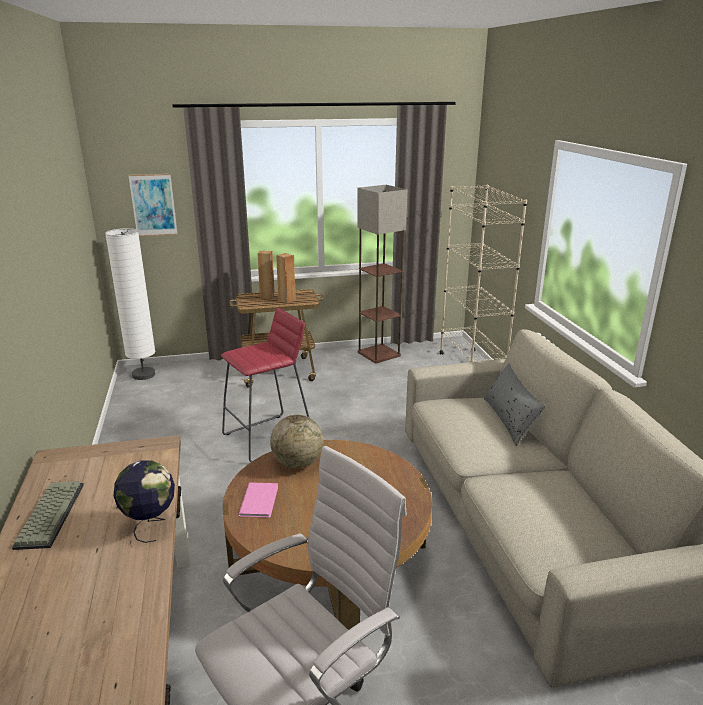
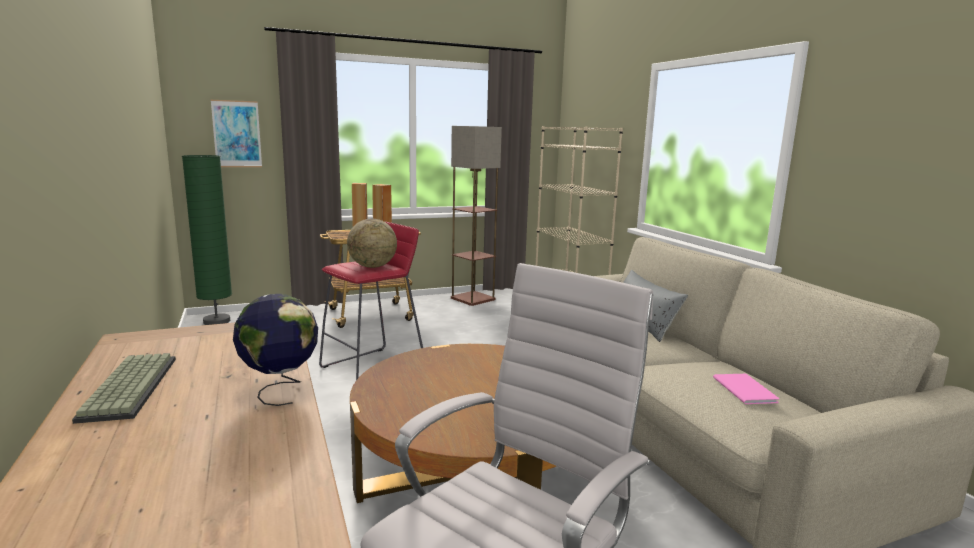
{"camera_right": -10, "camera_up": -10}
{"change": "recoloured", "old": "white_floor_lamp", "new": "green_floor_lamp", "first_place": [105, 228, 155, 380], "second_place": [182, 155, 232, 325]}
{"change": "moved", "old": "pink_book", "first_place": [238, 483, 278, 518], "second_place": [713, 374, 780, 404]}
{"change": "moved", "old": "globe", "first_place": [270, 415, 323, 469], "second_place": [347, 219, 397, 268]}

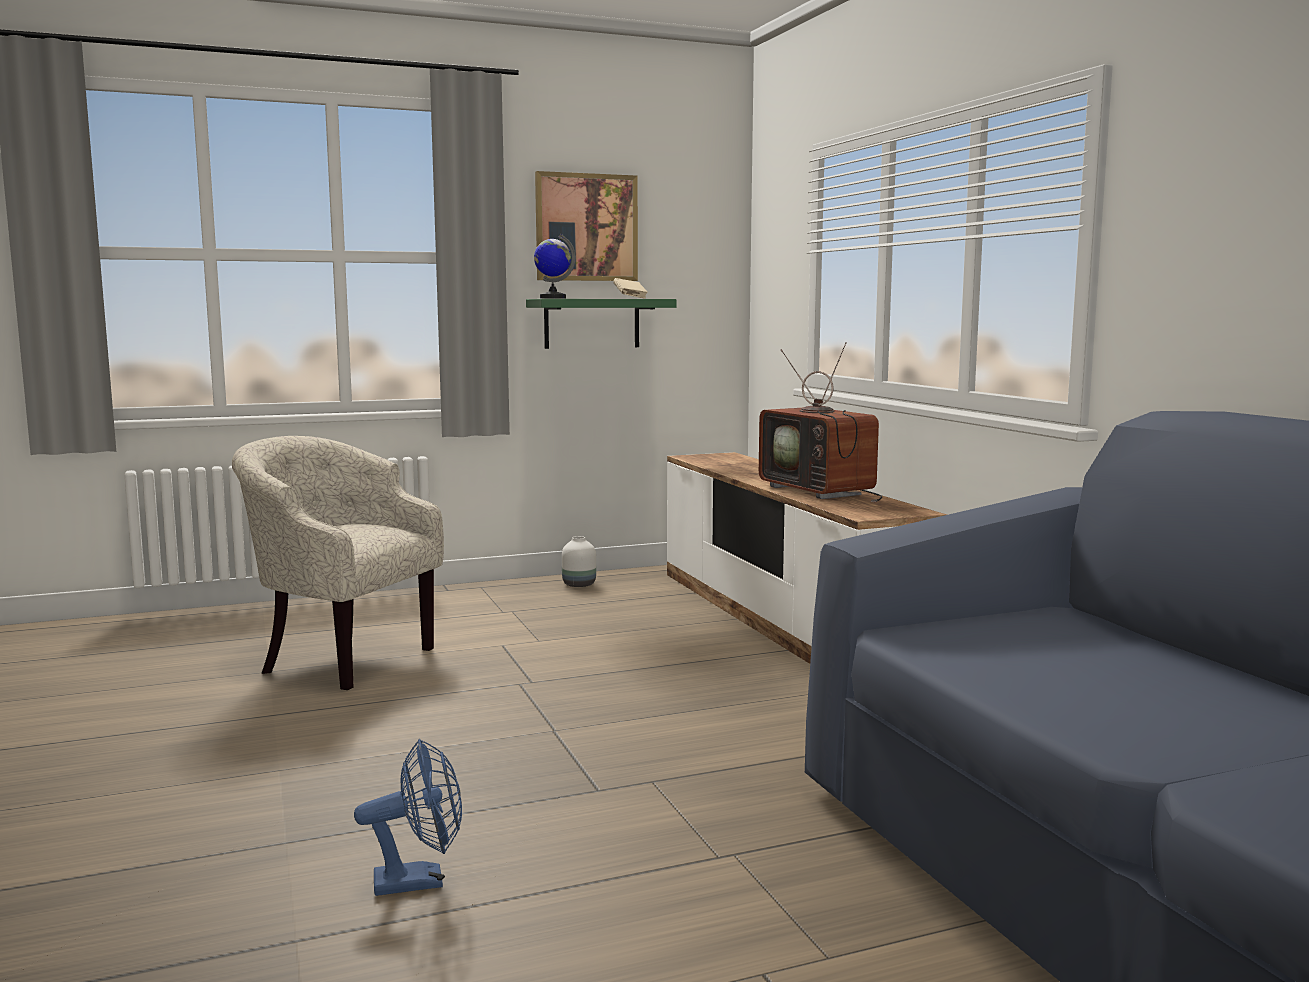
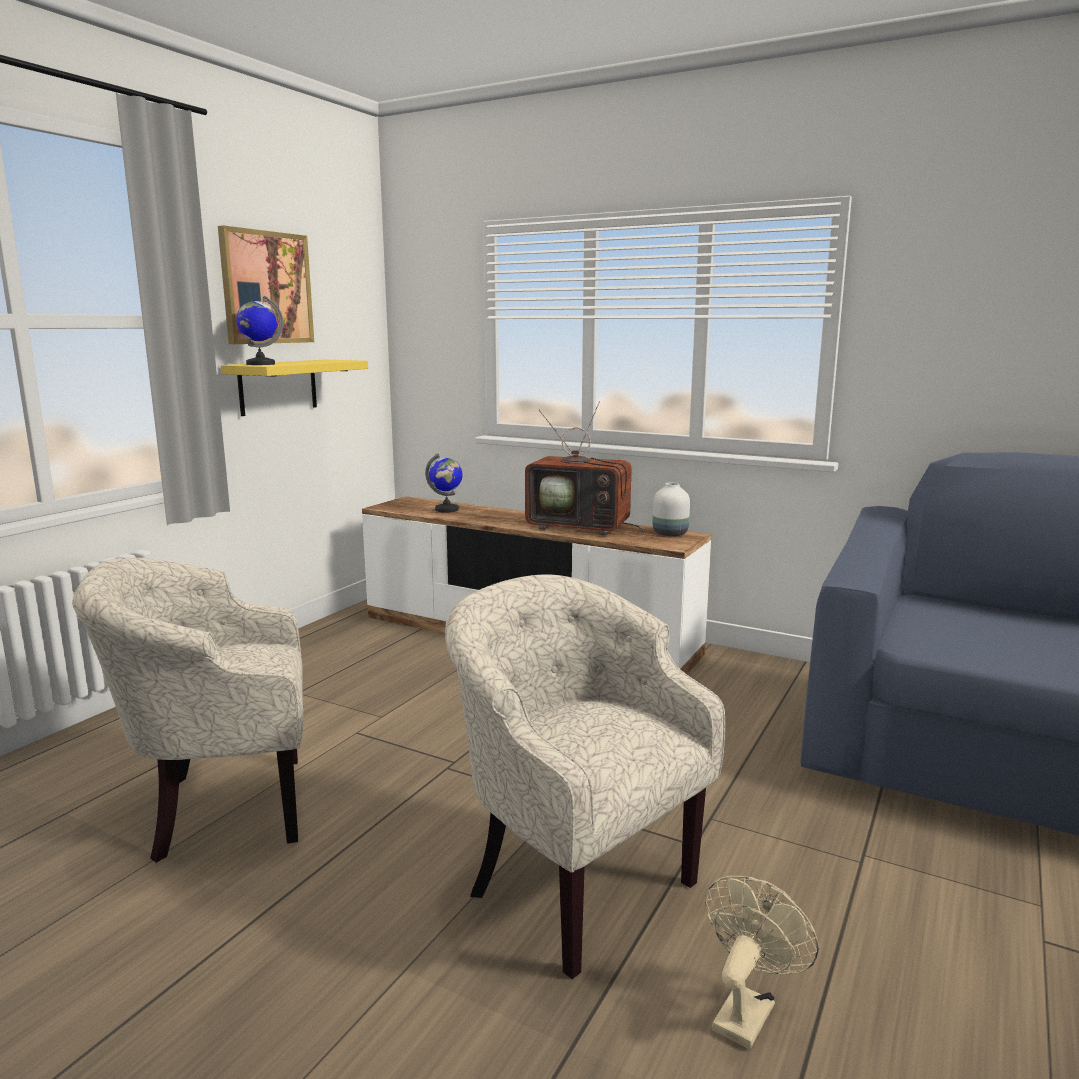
{"camera_right": -40, "camera_up": 5}
{"change": "recoloured", "old": "blue_fan", "new": "beige_fan", "first_place": [354, 739, 462, 896], "second_place": [705, 875, 819, 1049]}
{"change": "recoloured", "old": "green_shelf", "new": "yellow_shelf", "first_place": [526, 299, 677, 349], "second_place": [221, 360, 368, 416]}
{"change": "moved", "old": "white_vase", "first_place": [562, 536, 596, 587], "second_place": [653, 482, 690, 536]}
{"change": "removed", "old": "beige_book", "first_place": [613, 278, 648, 299]}
{"change": "added", "new": "globe", "second_place": [425, 454, 463, 513]}
{"change": "added", "new": "beige_armchair", "second_place": [445, 575, 725, 979]}

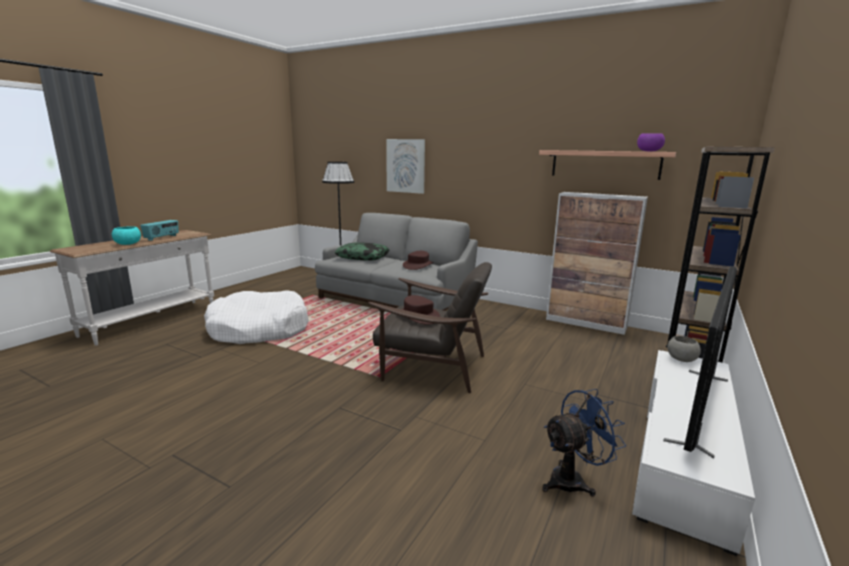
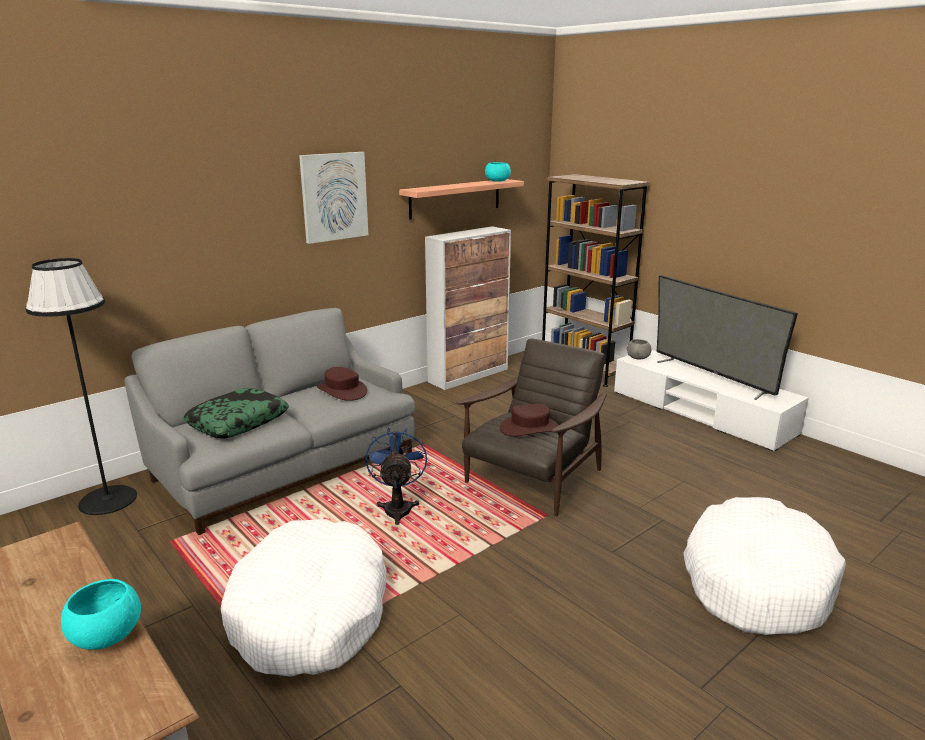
{"camera_right": -70, "camera_up": 5}
{"change": "removed", "old": "radio", "first_place": [140, 220, 179, 241]}
{"change": "moved", "old": "picture", "first_place": [386, 139, 425, 194], "second_place": [299, 152, 368, 244]}
{"change": "moved", "old": "blue_fan", "first_place": [542, 389, 626, 497], "second_place": [365, 428, 427, 525]}
{"change": "recoloured", "old": "purple_bowl", "new": "turquoise_bowl", "first_place": [637, 133, 665, 152], "second_place": [485, 162, 511, 182]}
{"change": "added", "new": "white_dog_bed", "second_place": [683, 497, 846, 635]}

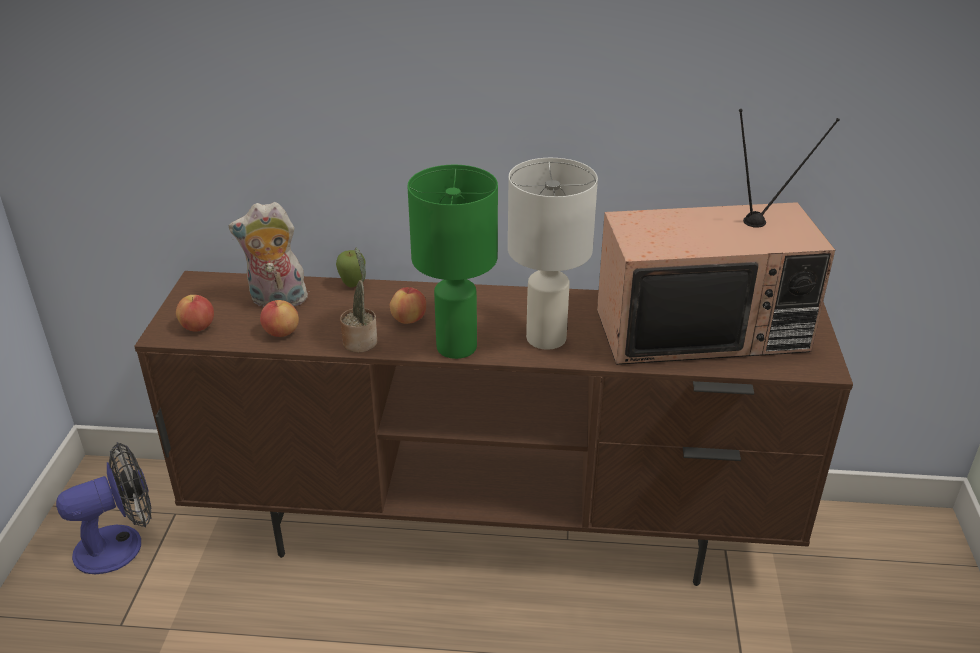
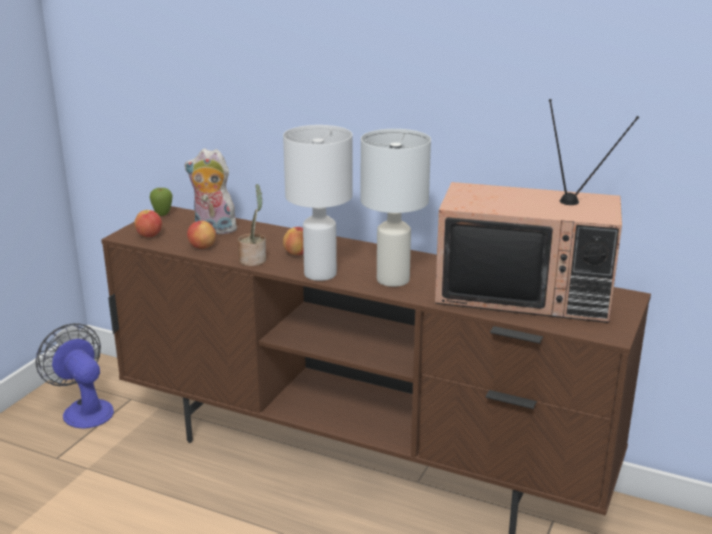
{"camera_right": 20, "camera_up": -10}
{"change": "turned", "old": "fan", "first_place": [56, 442, 151, 574], "second_place": [35, 323, 114, 429], "degrees": -120}
{"change": "moved", "old": "apple", "first_place": [336, 250, 366, 287], "second_place": [150, 188, 173, 216]}
{"change": "recoloured", "old": "green_table_lamp", "new": "white_table_lamp", "first_place": [408, 165, 498, 359], "second_place": [283, 125, 353, 281]}

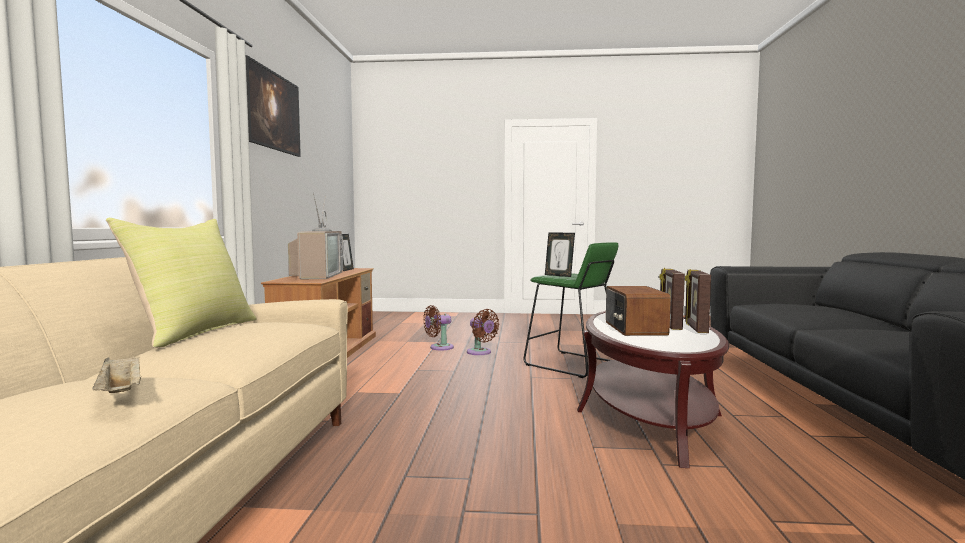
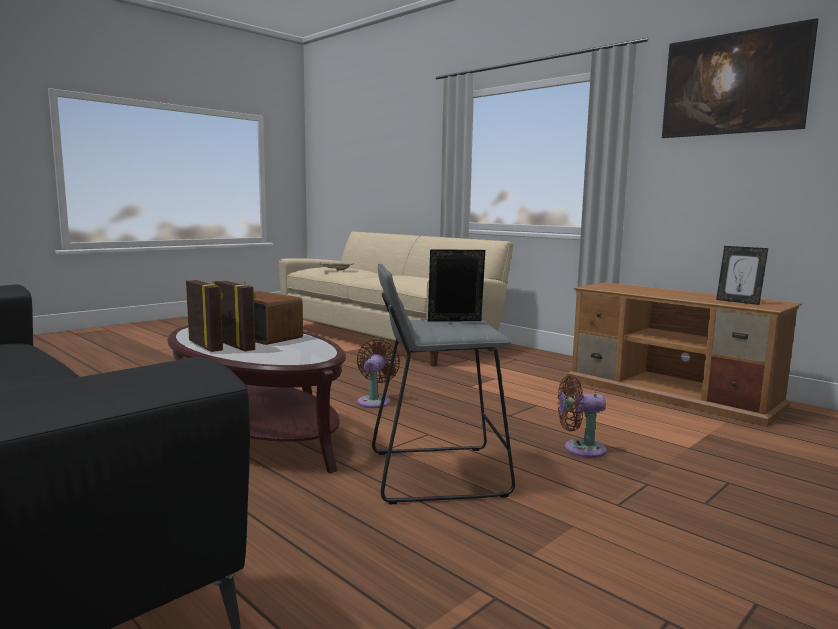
{"camera_right": 130, "camera_up": 5}
{"change": "removed", "old": "yellow_pillow", "first_place": [106, 218, 256, 348]}
{"change": "removed", "old": "television", "first_place": [288, 192, 344, 279]}
{"change": "moved", "old": "brown_fan", "first_place": [423, 305, 454, 350], "second_place": [357, 339, 400, 408]}
{"change": "recoloured", "old": "green_stool", "new": "grey_stool", "first_place": [523, 242, 619, 378], "second_place": [372, 264, 515, 505]}

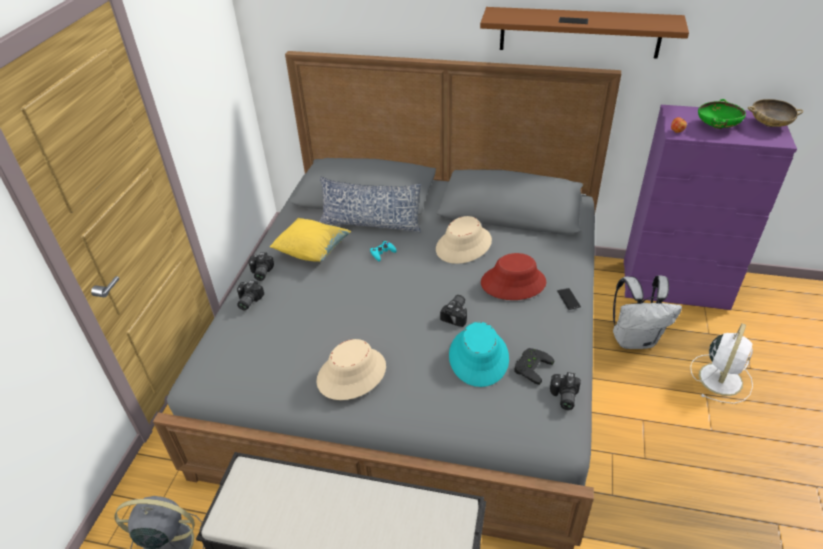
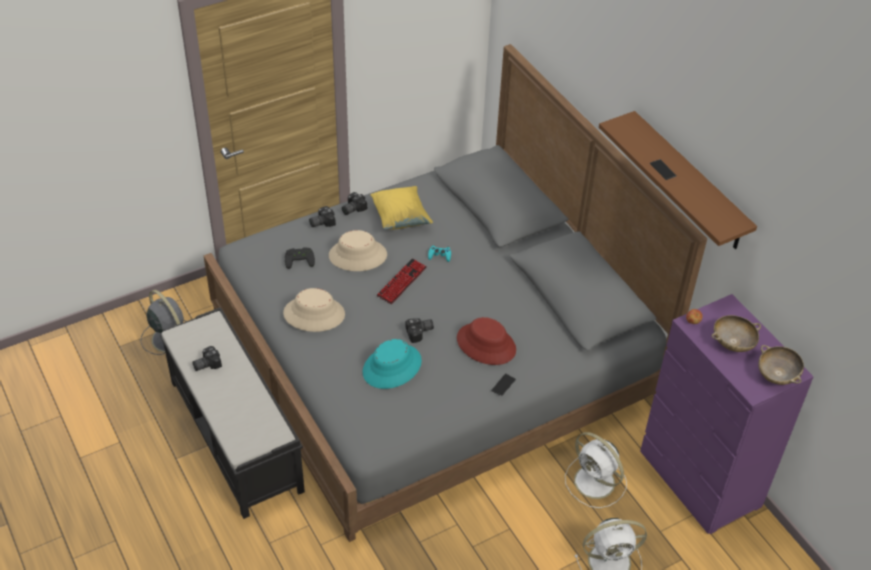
{"camera_right": 45, "camera_up": 5}
{"change": "removed", "old": "pillow", "first_place": [319, 177, 422, 232]}
{"change": "moved", "old": "beige_hat", "first_place": [436, 216, 492, 264], "second_place": [329, 230, 387, 271]}
{"change": "moved", "old": "black_game_controller", "first_place": [514, 348, 554, 385], "second_place": [285, 247, 315, 269]}
{"change": "moved", "old": "photo_camera", "first_place": [550, 372, 581, 410], "second_place": [192, 346, 222, 371]}
{"change": "replaced", "old": "white_backpack", "new": "white_fan", "first_place": [613, 275, 682, 349], "second_place": [565, 432, 627, 508]}
{"change": "recoloured", "old": "green_bowl", "new": "beige_bowl", "first_place": [698, 99, 746, 129], "second_place": [712, 315, 761, 352]}
{"change": "added", "new": "keyboard", "second_place": [376, 258, 427, 304]}

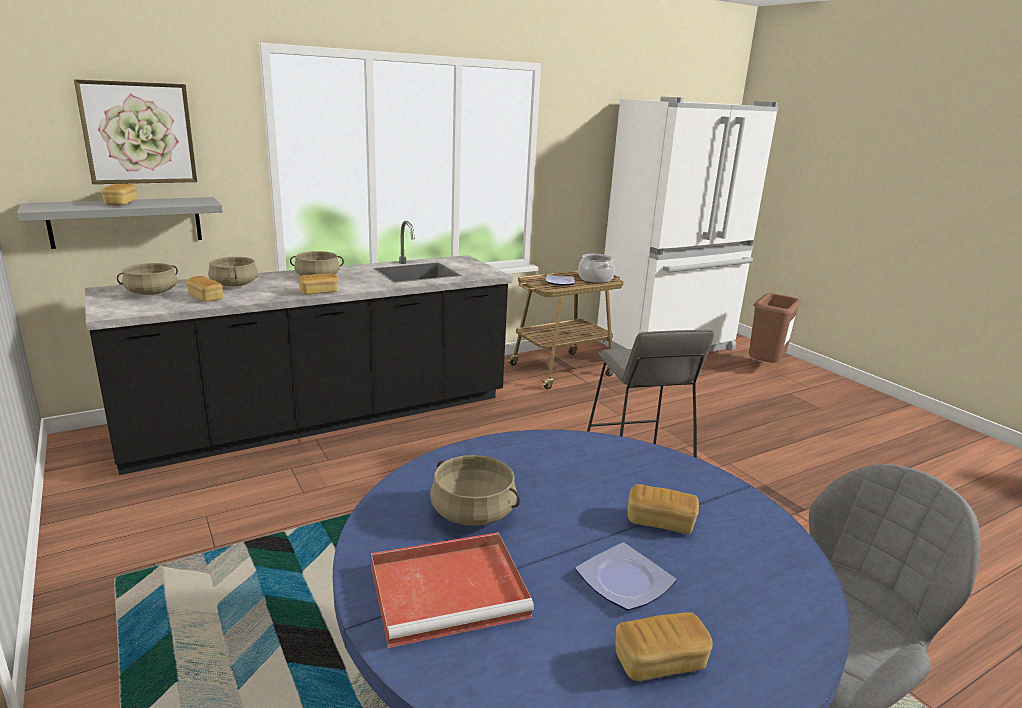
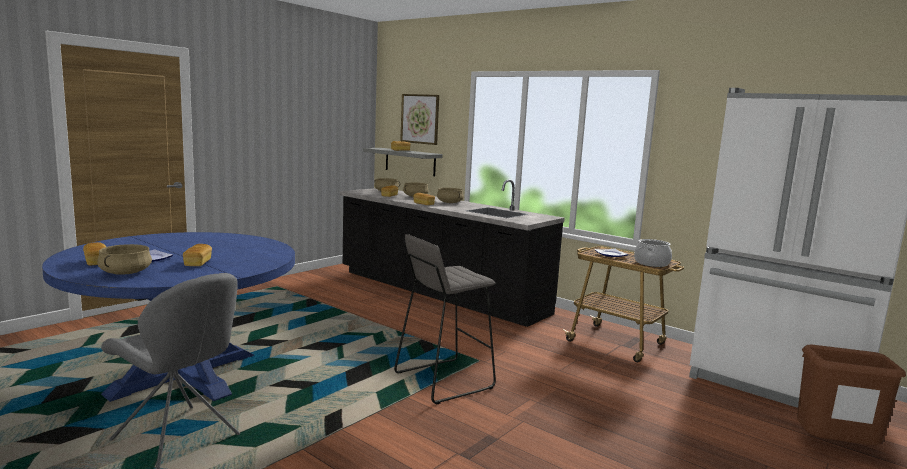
{"camera_right": 70, "camera_up": -10}
{"change": "removed", "old": "red_tray", "first_place": [371, 532, 534, 648]}
{"change": "moved", "old": "beige_cooking_pot", "first_place": [430, 455, 520, 526], "second_place": [97, 244, 152, 275]}

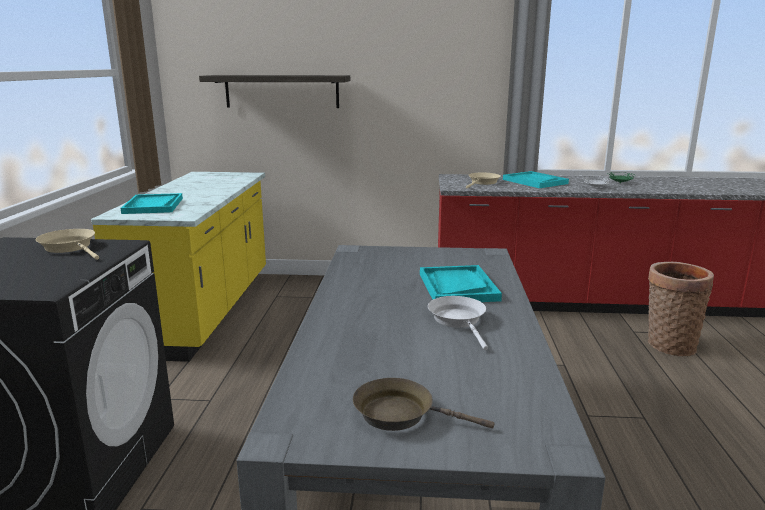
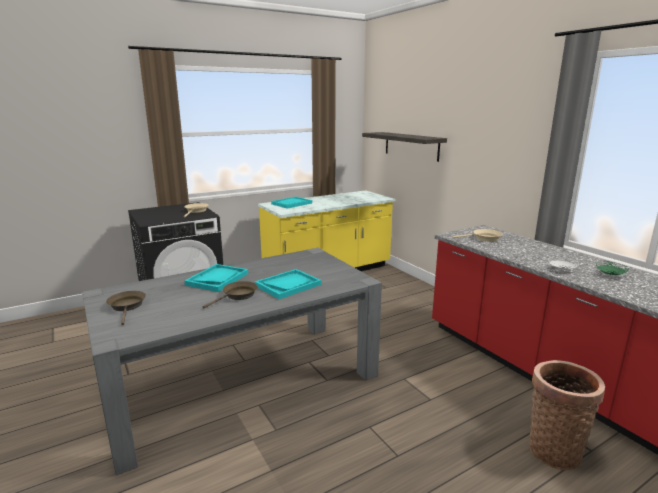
{"camera_right": 55, "camera_up": 0}
{"change": "recoloured", "old": "white_frying_pan", "new": "brown_frying_pan", "first_place": [428, 296, 488, 350], "second_place": [202, 281, 258, 308]}
{"change": "moved", "old": "turquoise_tray", "first_place": [503, 171, 569, 188], "second_place": [185, 264, 248, 292]}

